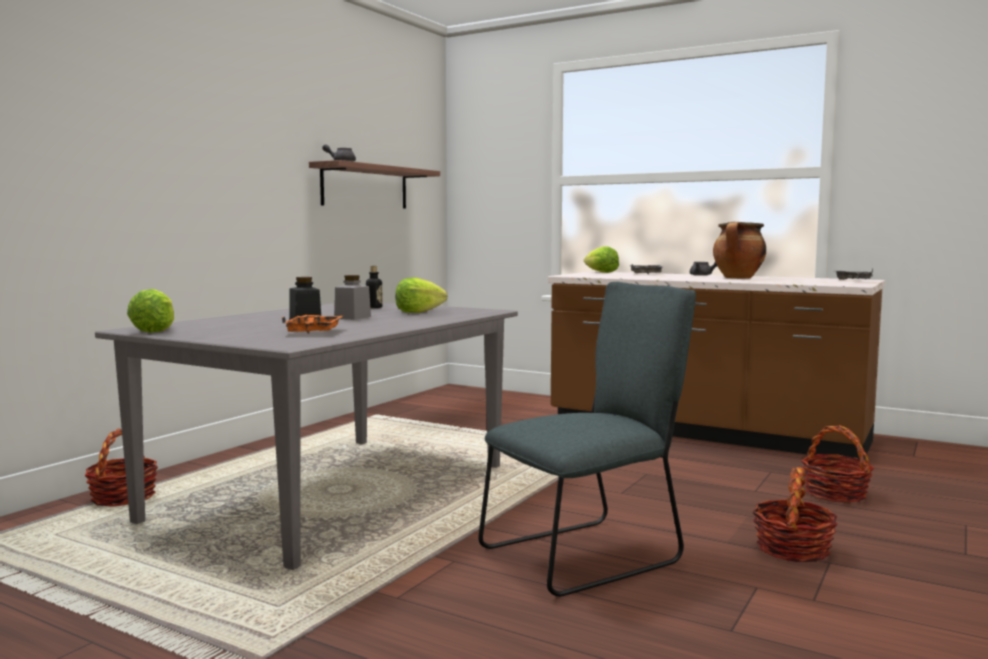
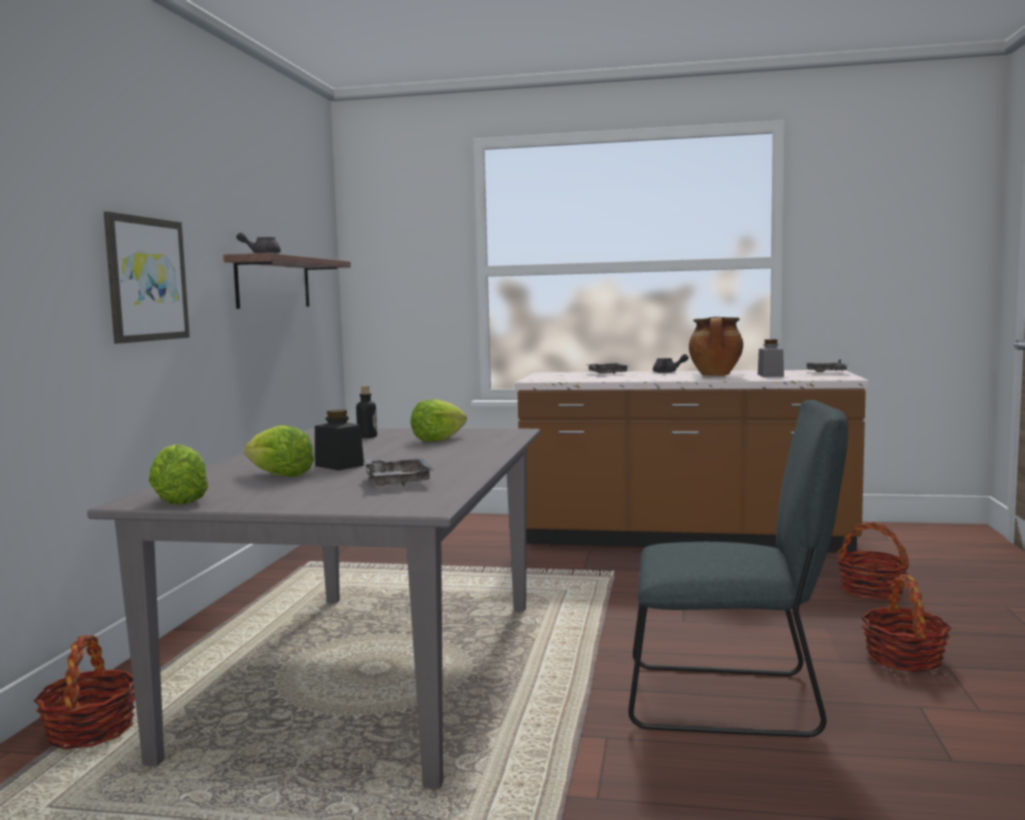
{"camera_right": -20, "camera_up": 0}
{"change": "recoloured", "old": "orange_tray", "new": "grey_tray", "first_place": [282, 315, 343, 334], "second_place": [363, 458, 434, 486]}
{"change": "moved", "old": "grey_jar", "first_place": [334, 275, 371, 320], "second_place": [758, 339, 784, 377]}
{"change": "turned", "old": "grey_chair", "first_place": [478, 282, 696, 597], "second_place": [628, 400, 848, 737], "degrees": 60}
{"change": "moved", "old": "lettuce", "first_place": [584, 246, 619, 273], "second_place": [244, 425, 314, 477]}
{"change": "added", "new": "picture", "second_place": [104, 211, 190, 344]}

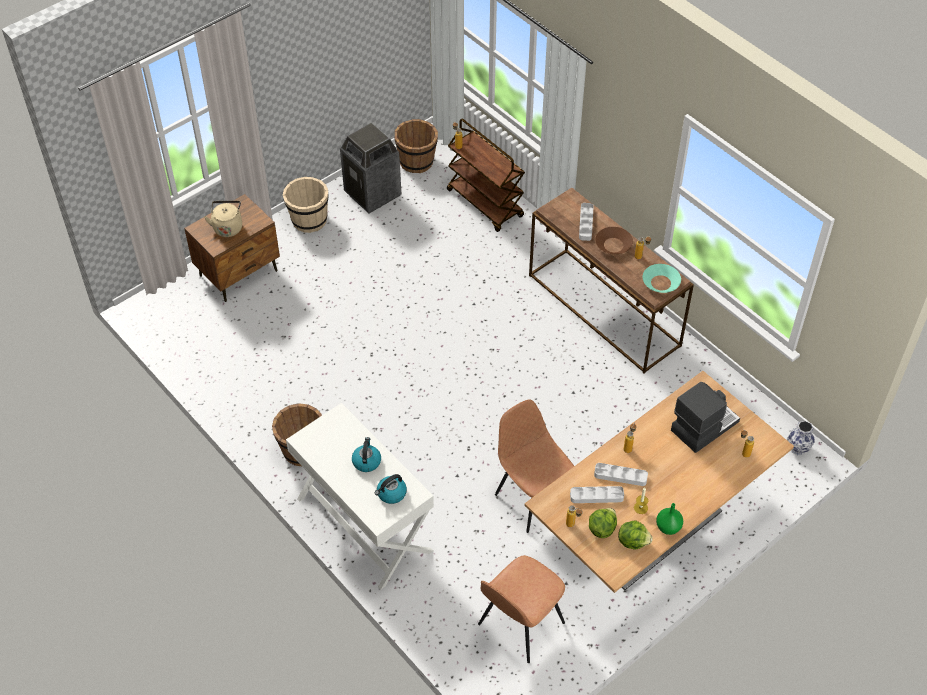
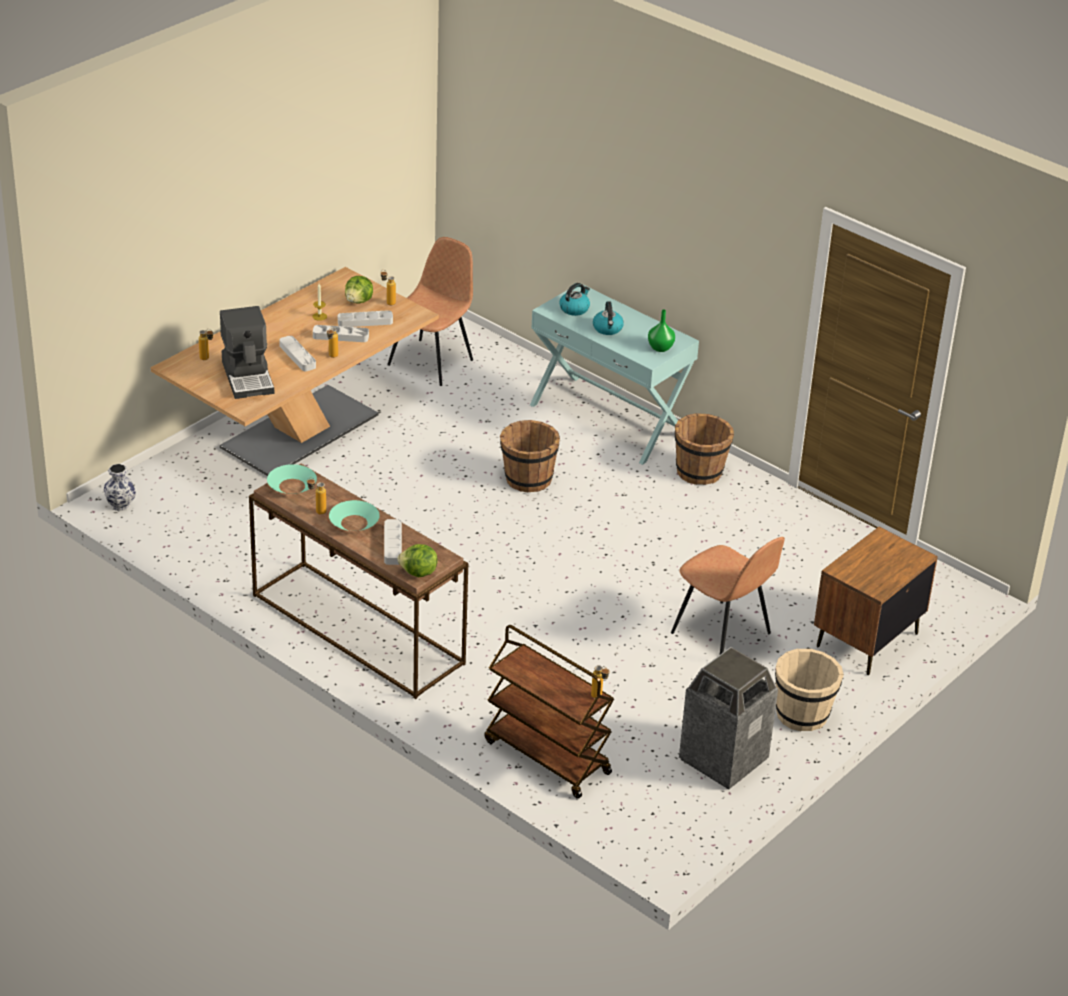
{"camera_right": 170, "camera_up": -15}
{"change": "removed", "old": "beige_kettle", "first_place": [204, 200, 242, 237]}
{"change": "recoloured", "old": "white_console_table", "new": "turquoise_console_table", "first_place": [286, 403, 434, 590], "second_place": [530, 285, 699, 465]}
{"change": "moved", "old": "brown_bucket", "first_place": [394, 119, 438, 173], "second_place": [500, 420, 560, 492]}
{"change": "moved", "old": "brown_chair", "first_place": [495, 399, 574, 533], "second_place": [671, 537, 785, 654]}
{"change": "recoloured", "old": "brown_bowl", "new": "turquoise_bowl", "first_place": [595, 227, 633, 254], "second_place": [329, 500, 380, 531]}
{"change": "moved", "old": "lettuce", "first_place": [618, 520, 653, 549], "second_place": [397, 544, 438, 577]}
{"change": "moved", "old": "green_vase", "first_place": [656, 503, 683, 535], "second_place": [648, 309, 675, 352]}
{"change": "turned", "old": "coffee_machine", "first_place": [671, 382, 740, 453], "second_place": [220, 306, 274, 399], "degrees": -60}
{"change": "added", "new": "grey_tray", "second_place": [279, 336, 316, 371]}

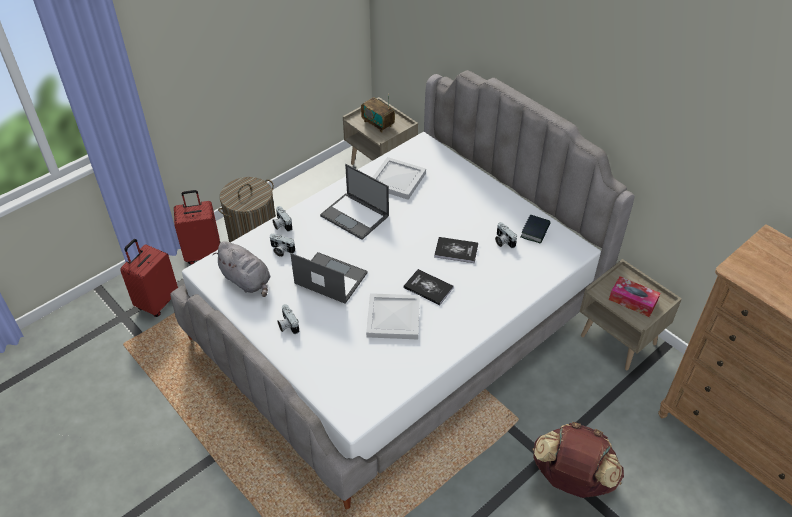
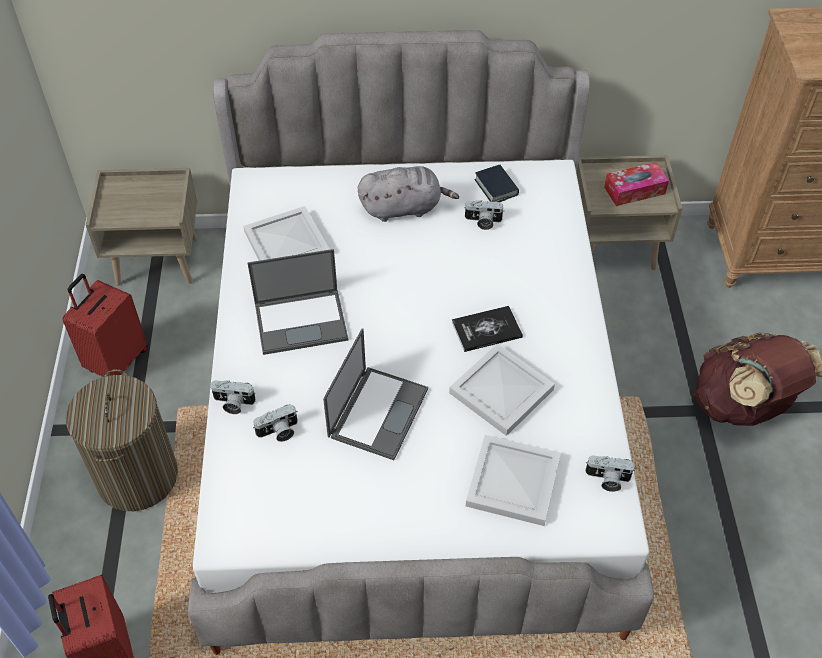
{"camera_right": -50, "camera_up": 5}
{"change": "moved", "old": "red_suitcase", "first_place": [174, 190, 221, 265], "second_place": [62, 274, 148, 377]}
{"change": "moved", "old": "grey_plush_toy", "first_place": [213, 241, 271, 297], "second_place": [358, 166, 459, 222]}
{"change": "moved", "old": "photo_camera", "first_place": [277, 304, 299, 334], "second_place": [585, 455, 635, 492]}
{"change": "turned", "old": "laptop", "first_place": [290, 252, 368, 304], "second_place": [323, 328, 428, 460], "degrees": 135}
{"change": "removed", "old": "radio", "first_place": [361, 94, 395, 133]}
{"change": "removed", "old": "book", "first_place": [434, 237, 478, 263]}
{"change": "added", "new": "white_tray", "second_place": [466, 435, 561, 526]}

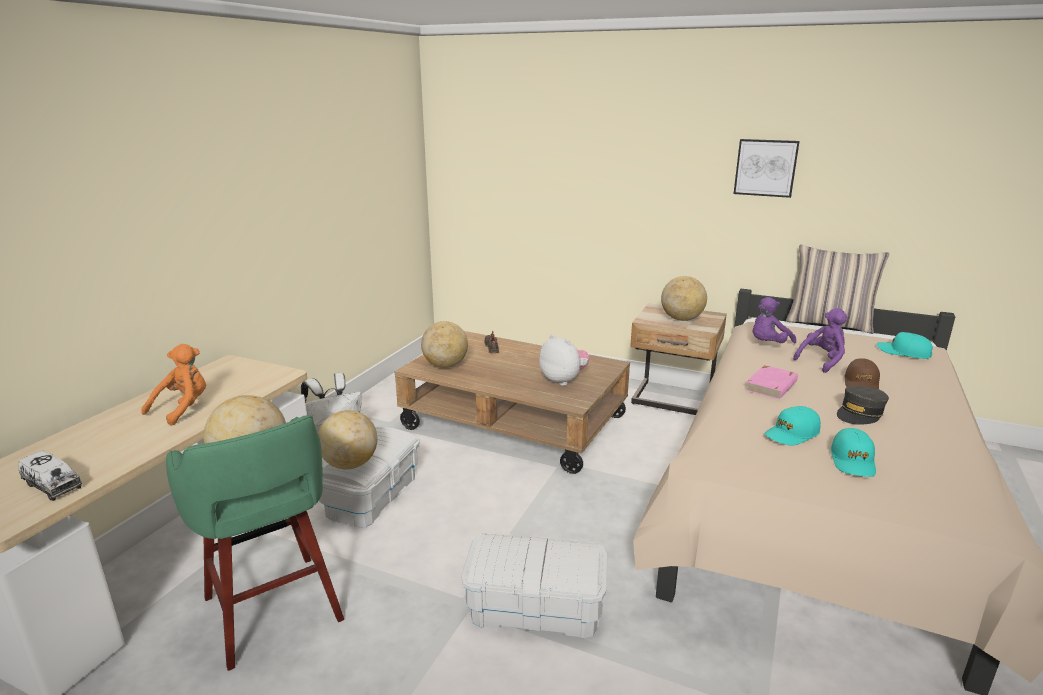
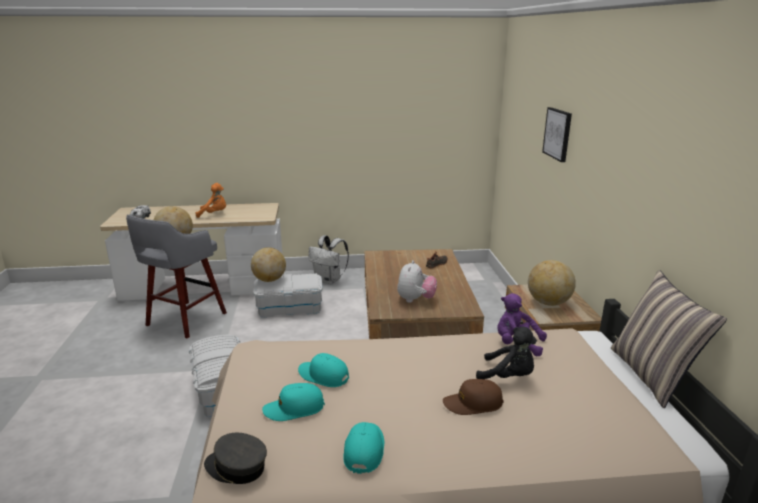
{"camera_right": 60, "camera_up": 0}
{"change": "recoloured", "old": "green_stool", "new": "grey_stool", "first_place": [166, 416, 344, 671], "second_place": [126, 214, 227, 339]}
{"change": "removed", "old": "globe", "first_place": [421, 321, 468, 368]}
{"change": "moved", "old": "picture", "first_place": [734, 139, 800, 198], "second_place": [542, 107, 572, 162]}
{"change": "removed", "old": "pink_book", "first_place": [745, 365, 798, 400]}
{"change": "recoloured", "old": "purple_plush_toy", "new": "black_plush_toy", "first_place": [793, 308, 847, 373], "second_place": [476, 327, 537, 379]}
{"change": "moved", "old": "grey_cap", "first_place": [837, 386, 889, 425], "second_place": [204, 433, 267, 484]}
{"change": "moved", "old": "turquoise_cap", "first_place": [877, 332, 933, 359], "second_place": [343, 422, 384, 474]}

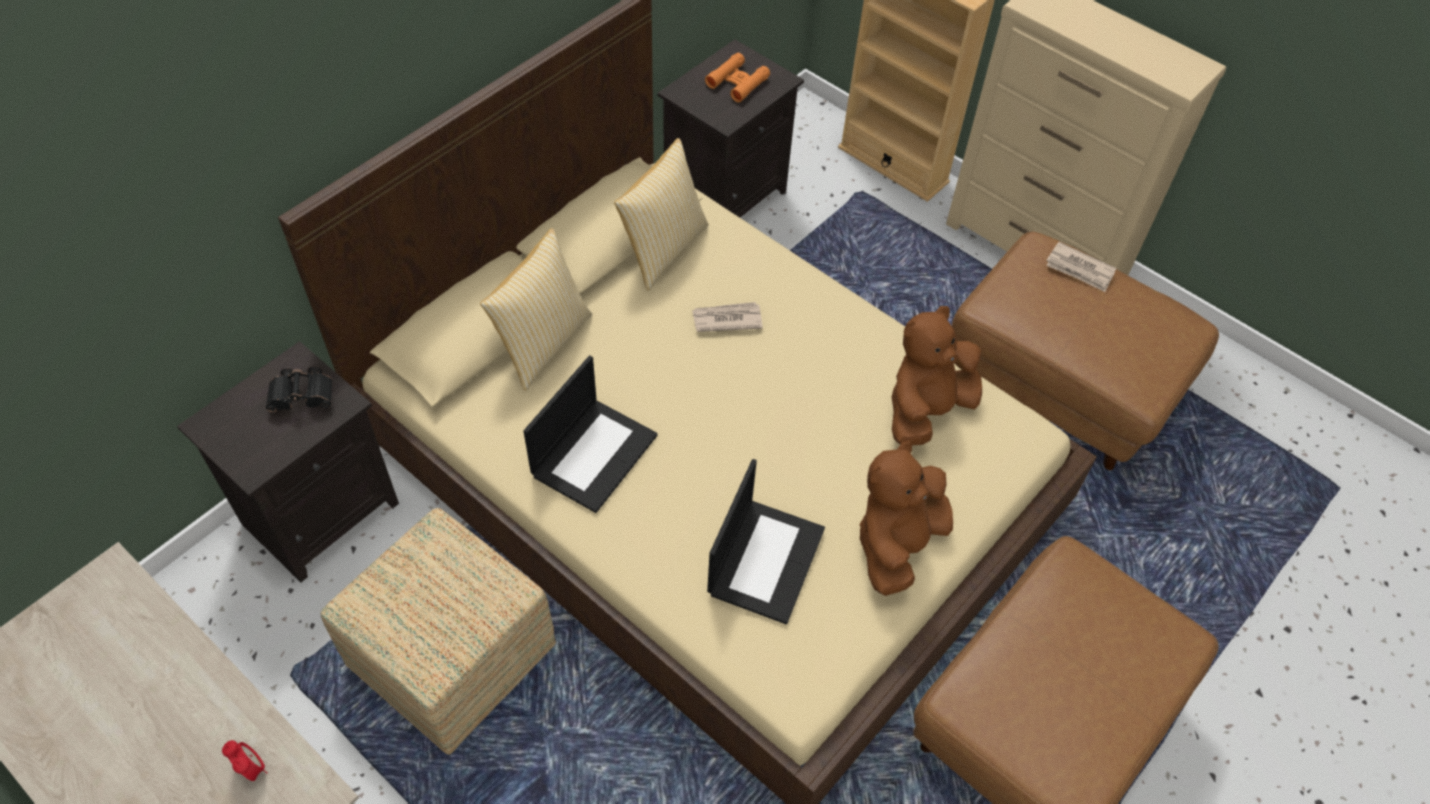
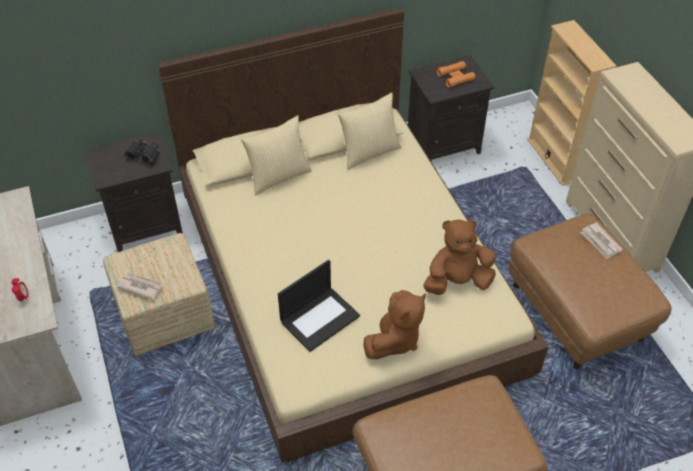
{"camera_right": 30, "camera_up": -5}
{"change": "removed", "old": "laptop", "first_place": [524, 355, 658, 513]}
{"change": "moved", "old": "newspaper", "first_place": [692, 302, 763, 332], "second_place": [117, 273, 163, 300]}
{"change": "turned", "old": "brown_plush_toy", "first_place": [859, 441, 953, 596], "second_place": [364, 290, 426, 359], "degrees": 150}

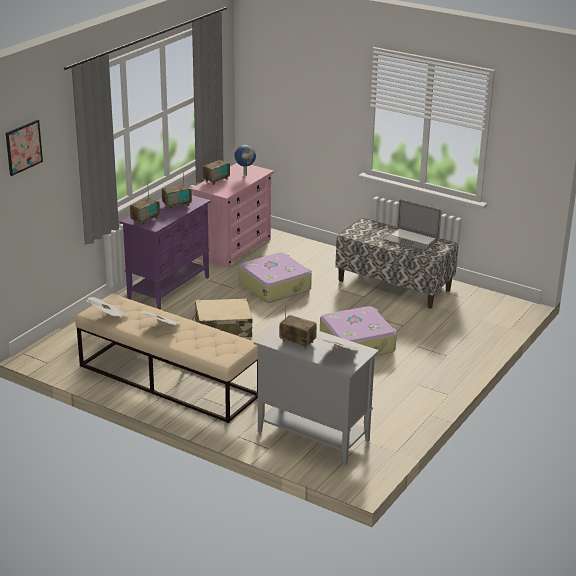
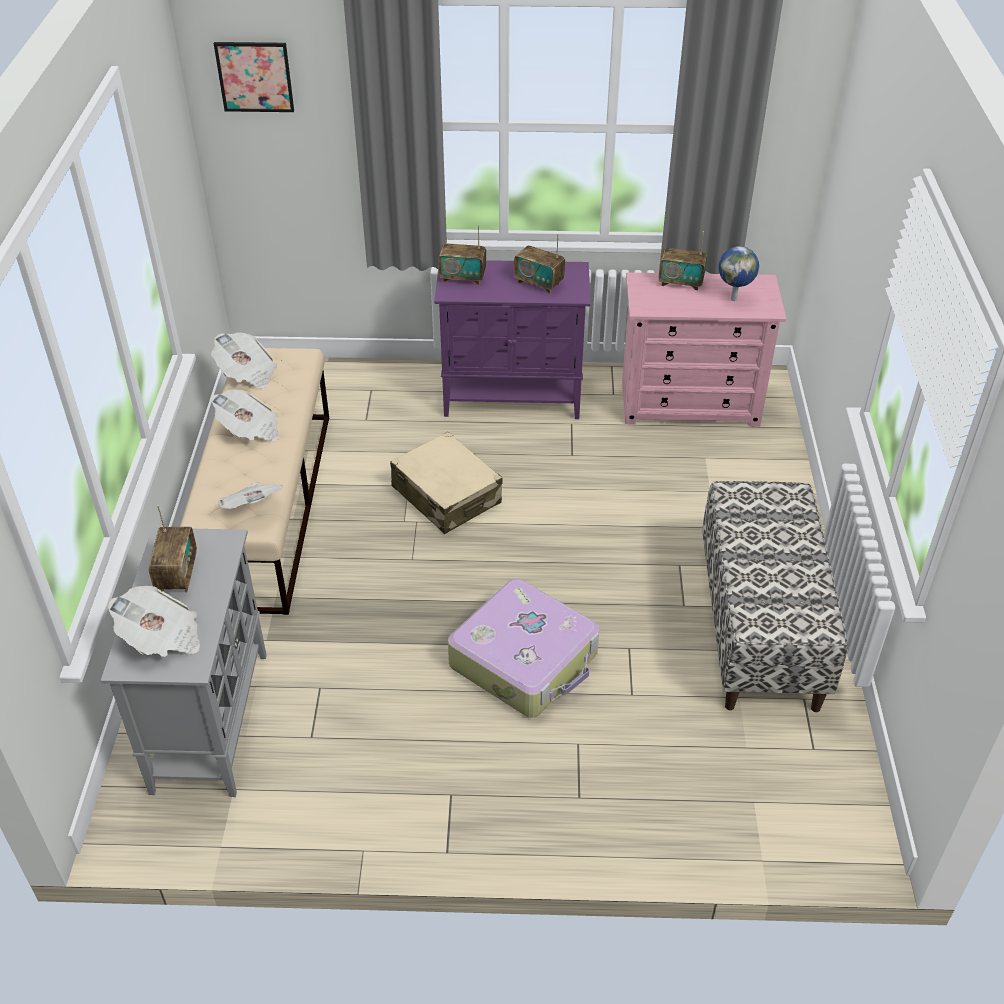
{"camera_right": 60, "camera_up": 15}
{"change": "removed", "old": "suitcase", "first_place": [239, 252, 312, 303]}
{"change": "removed", "old": "laptop", "first_place": [383, 199, 441, 252]}
{"change": "added", "new": "newspaper", "second_place": [219, 482, 283, 509]}

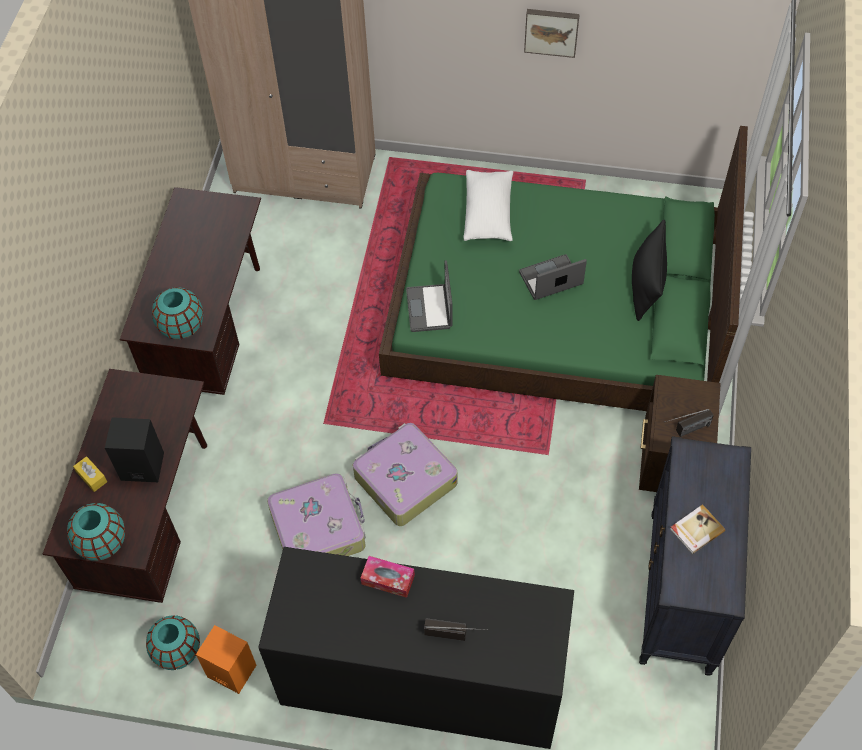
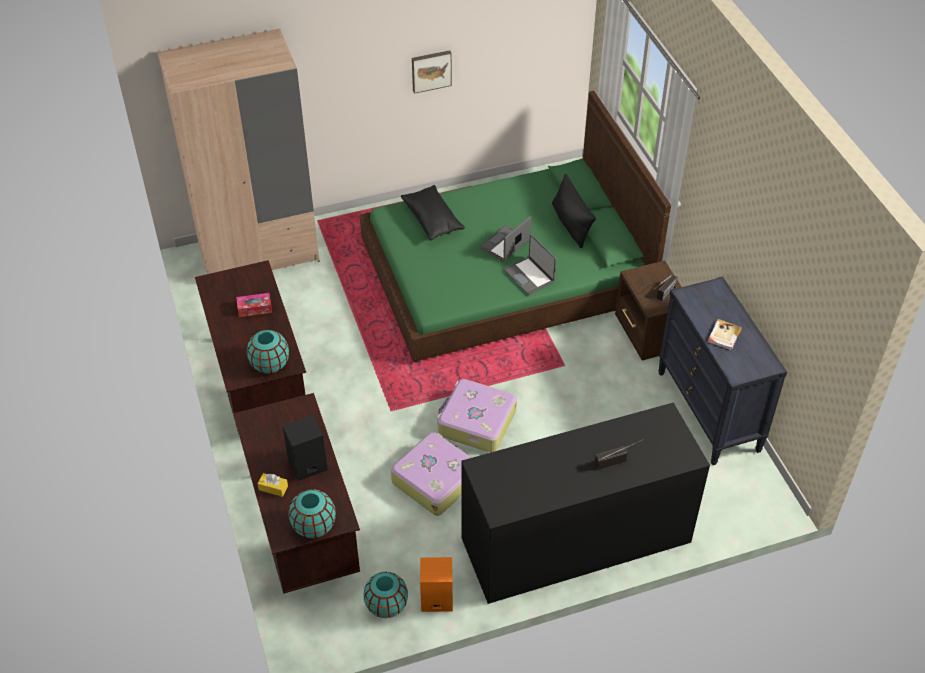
{"camera_right": -30, "camera_up": -10}
{"change": "moved", "old": "tissue_box", "first_place": [361, 556, 415, 598], "second_place": [236, 293, 272, 317]}
{"change": "moved", "old": "laptop", "first_place": [406, 261, 453, 332], "second_place": [504, 234, 556, 295]}
{"change": "recoloured", "old": "white_pillow", "new": "black_pillow", "first_place": [463, 170, 513, 241], "second_place": [401, 185, 465, 241]}

